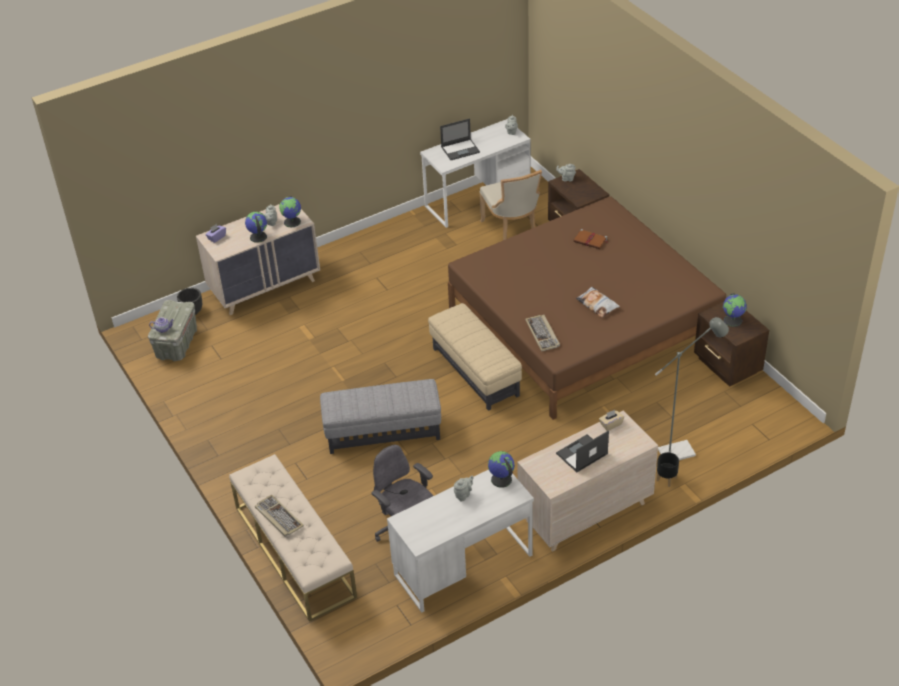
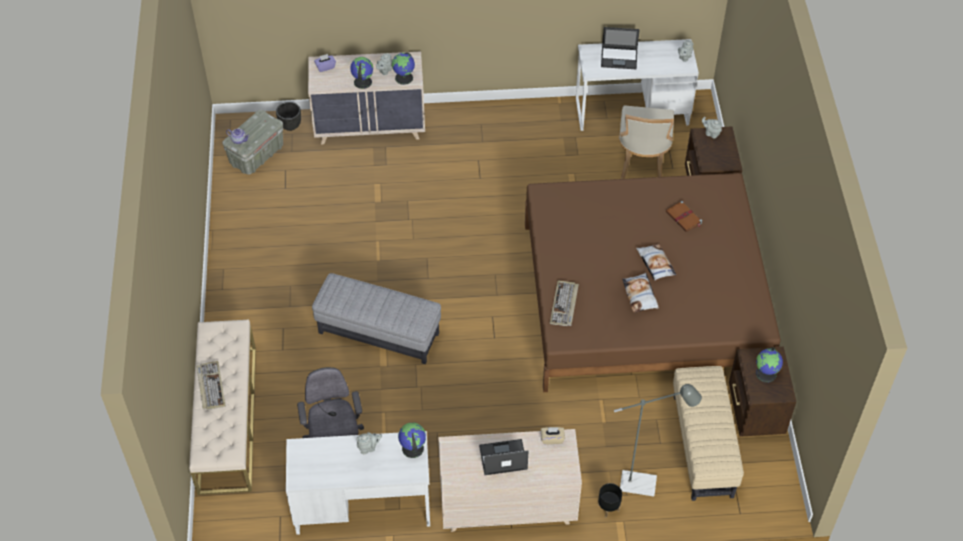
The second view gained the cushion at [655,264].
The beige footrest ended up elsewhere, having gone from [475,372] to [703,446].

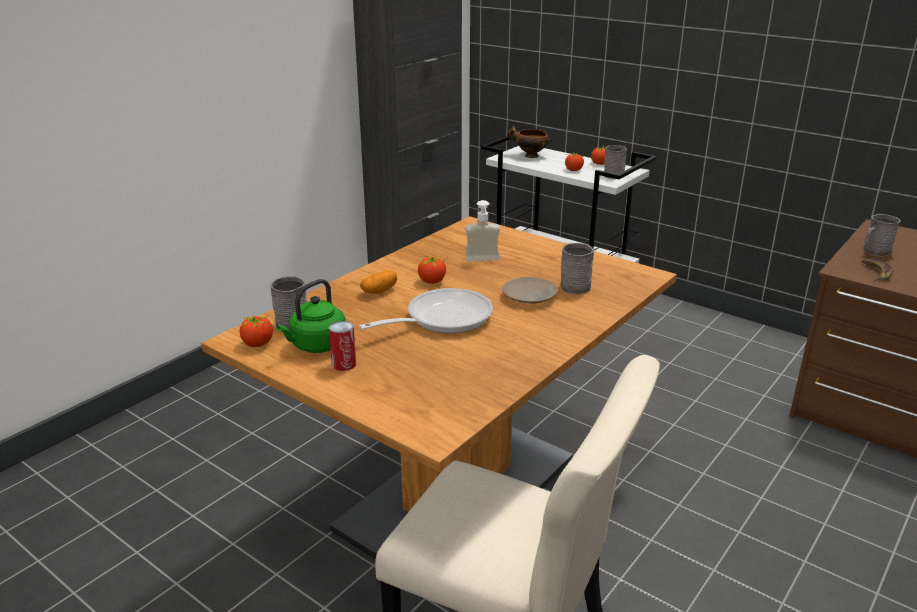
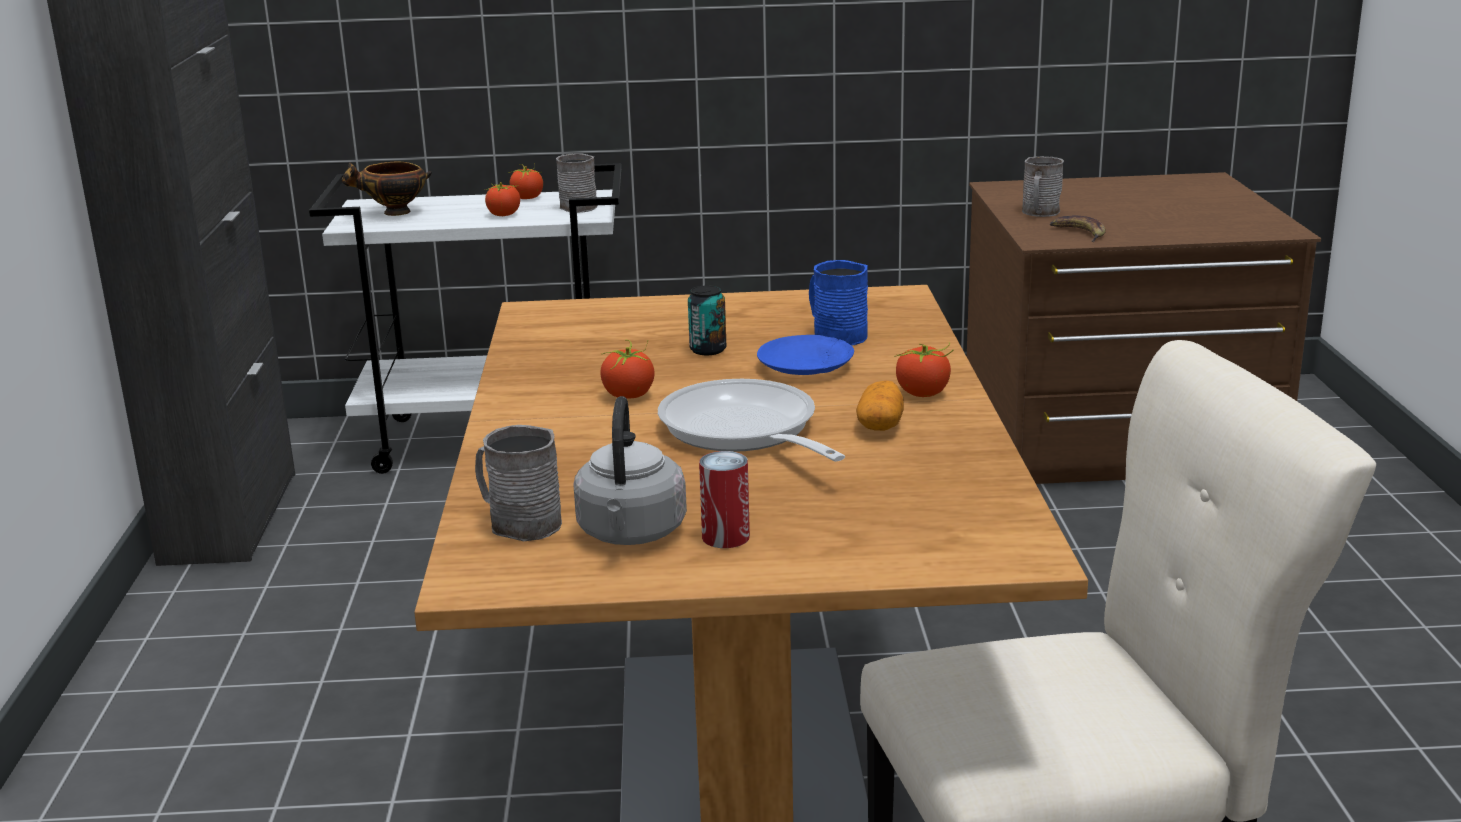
What was the green-coloured tea kettle at [316,346] turned into the grey tea kettle at [631,534].
The frying pan at [442,318] ended up facing another way, 45 degrees counterclockwise from before.
The second view gained the metal can at [708,350].
What was the beige plate at [530,297] turned into the blue-coloured plate at [807,366].
What was the grey tea mug at [574,285] turned into the blue-coloured tea mug at [835,335].
The potato ended up elsewhere, having gone from [379,291] to [880,425].
The fresh tomato ended up elsewhere, having gone from [258,343] to [923,393].
The second view lost the soap bottle at [483,261].

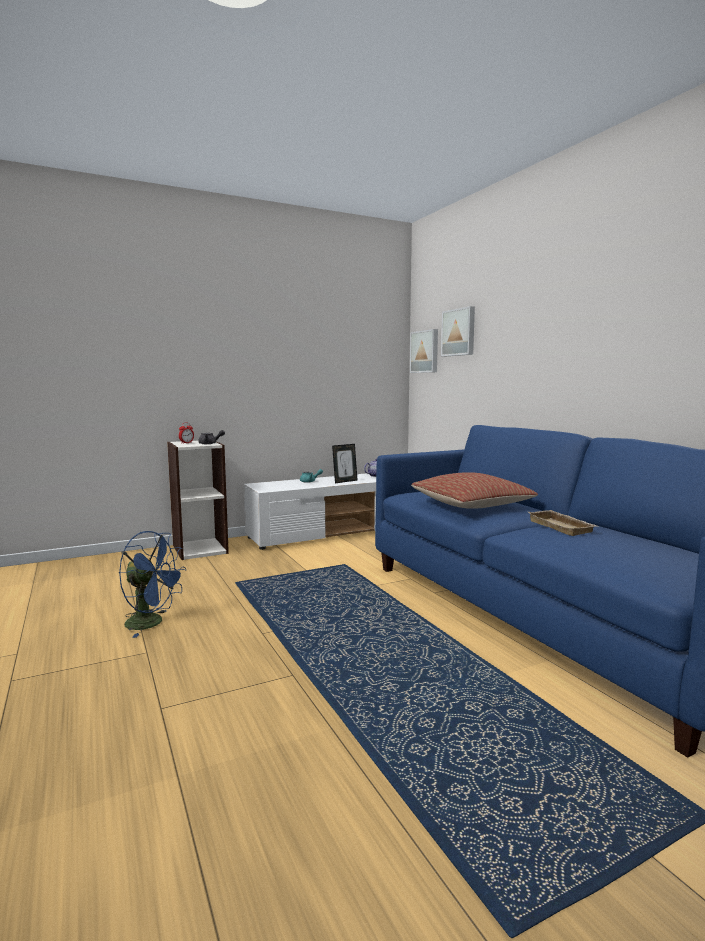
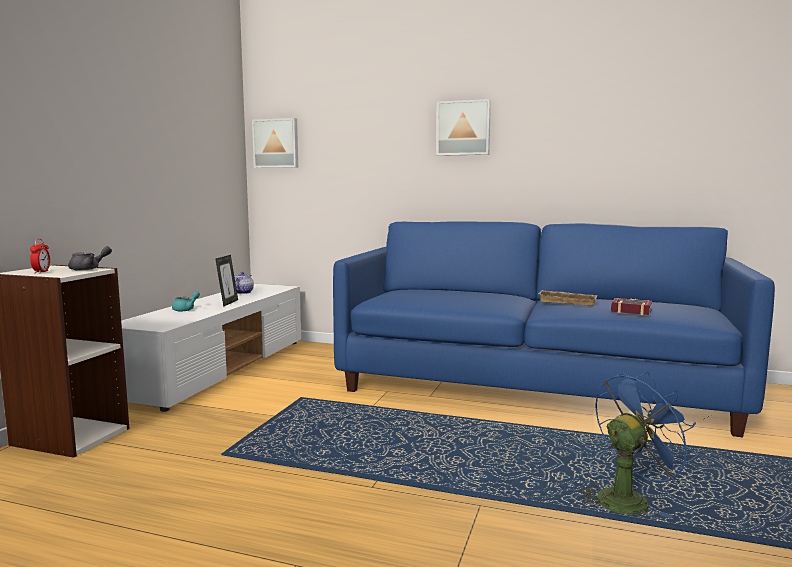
The picture ended up elsewhere, having gone from [459,332] to [463,128].
The blue-coloured cooling fan ended up elsewhere, having gone from [152,623] to [628,498].
The second view gained the book at [629,310].
The second view lost the cushion at [471,505].

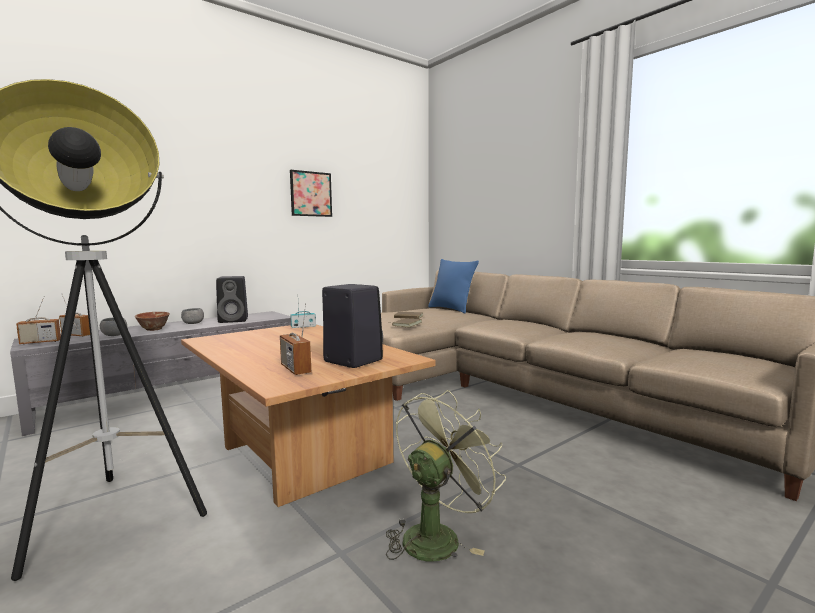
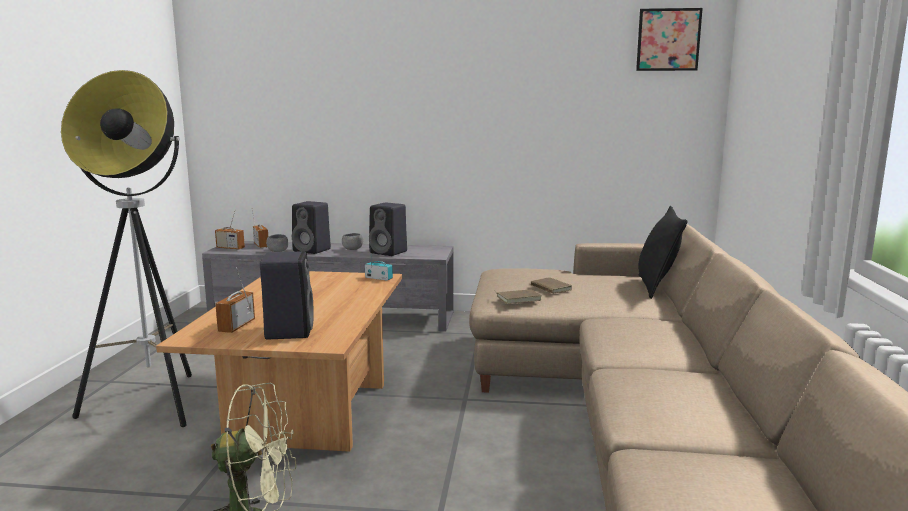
Where the serving bowl stood at [154,329], the black loudspeaker came to stand at [313,250].
The picture ended up elsewhere, having gone from [311,194] to [668,39].
What was the blue-coloured cushion at [451,309] turned into the black cushion at [656,287].

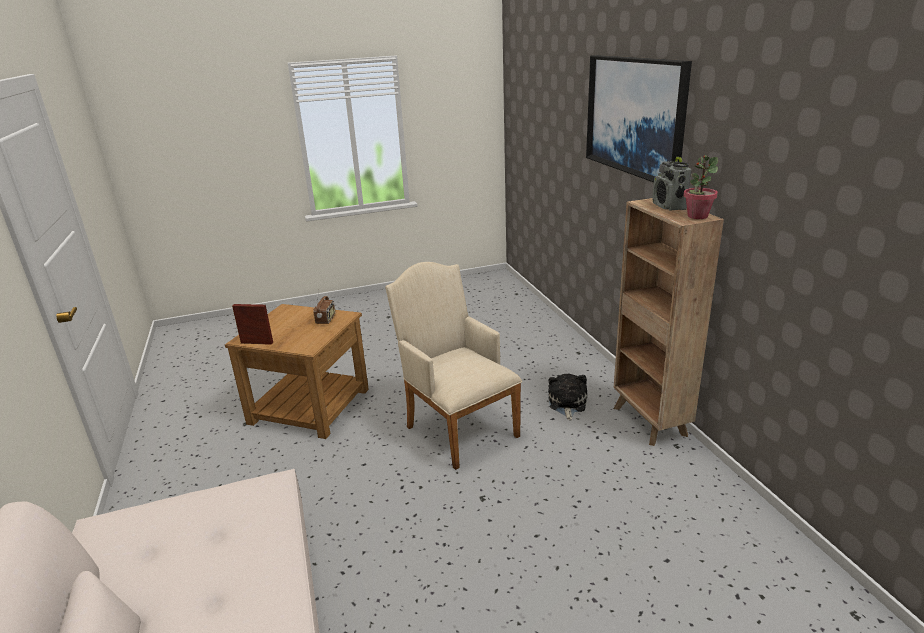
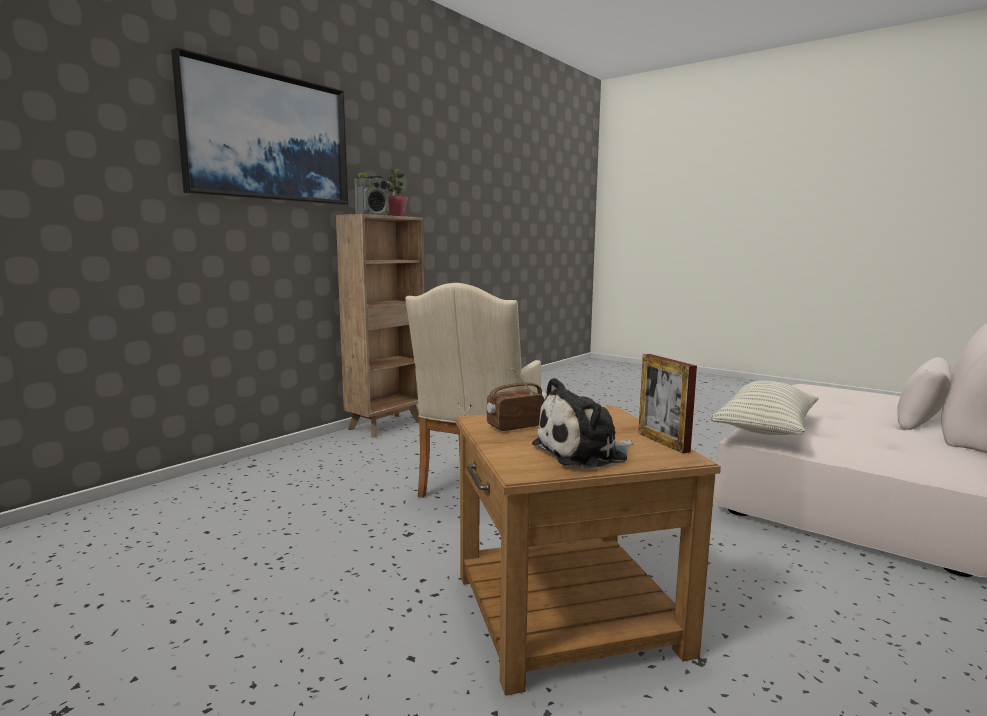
The plush toy ended up elsewhere, having gone from [567,404] to [584,453].
The second view gained the cushion at [765,428].

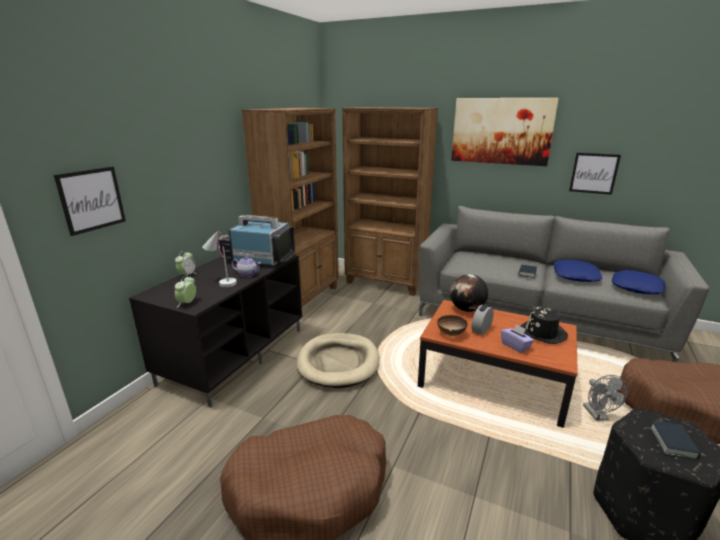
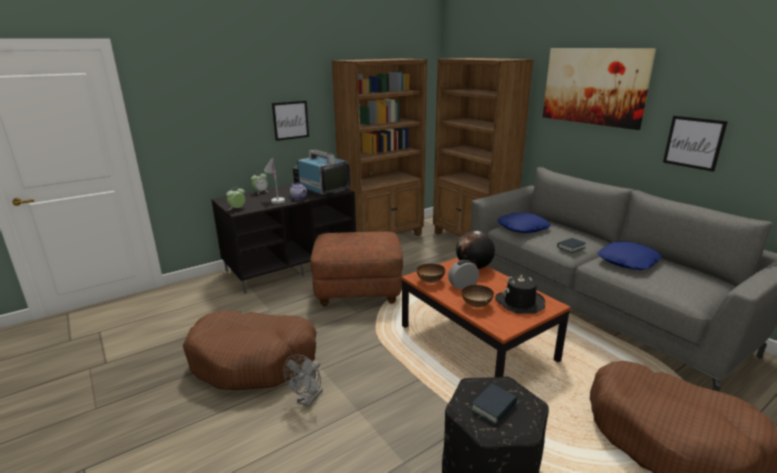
The picture ended up elsewhere, having gone from [92,200] to [290,120].
The grey cooling fan ended up elsewhere, having gone from [598,416] to [308,400].
Where the beige dog bed stood at [338,362], the brownish footrest came to stand at [358,291].
Where the purplish box of tissues stood at [515,346], the serving bowl came to stand at [476,305].
The blue-coloured cushion ended up elsewhere, having gone from [635,287] to [522,228].

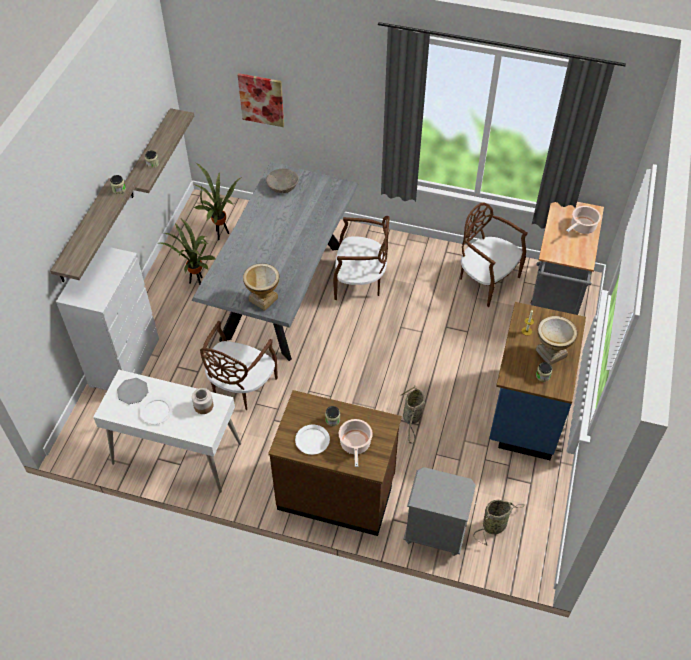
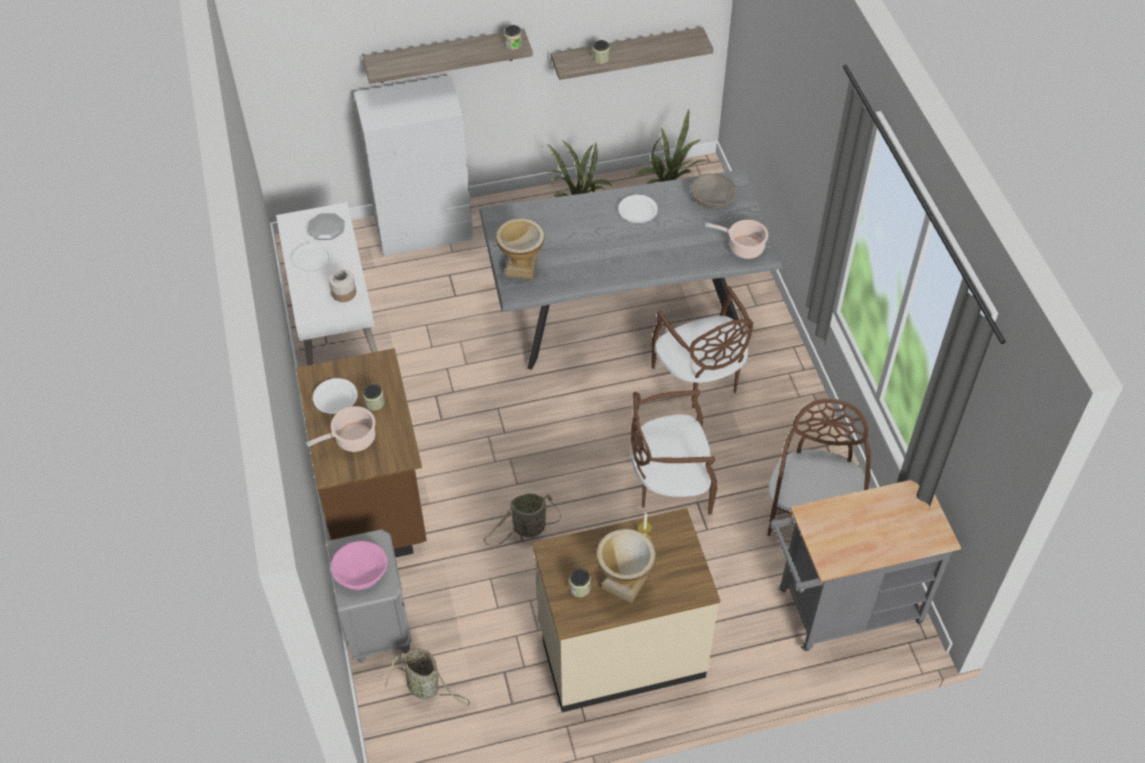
The second view gained the pink-coloured serving bowl at [360,572].
What was the blue-coloured counter at [524,411] turned into the beige counter at [620,650].
The second view gained the whitish plate at [637,210].
The brownish chair ended up elsewhere, having gone from [240,387] to [669,483].
The cooking pot ended up elsewhere, having gone from [582,227] to [743,247].
The second view lost the picture at [261,99].

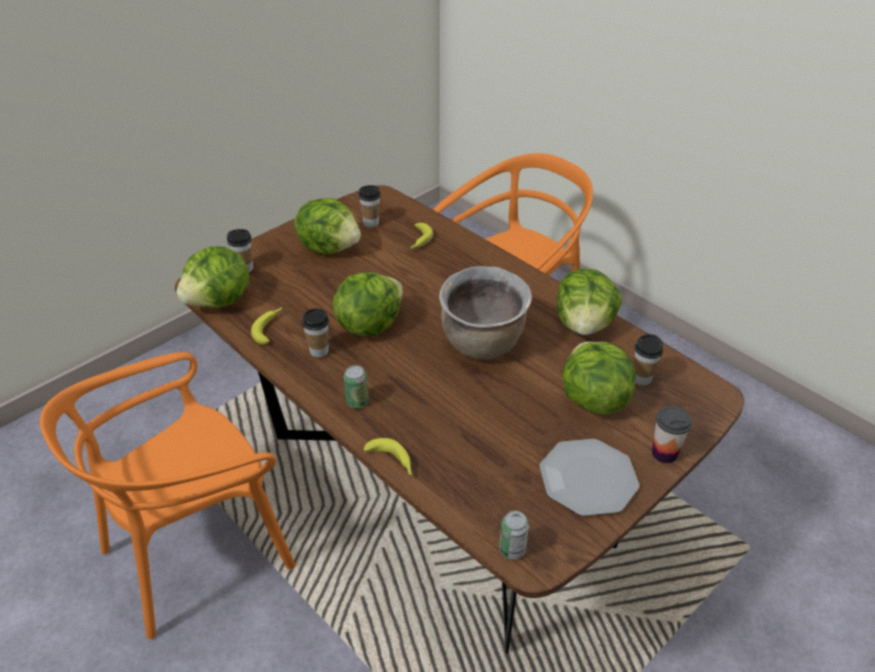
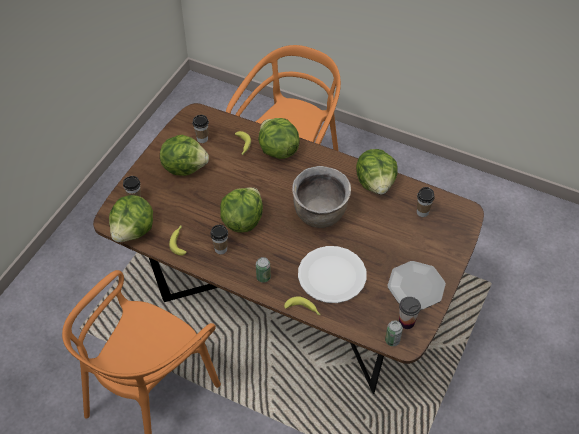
The lettuce ended up elsewhere, having gone from [592,399] to [277,150].
The second view gained the whitish plate at [331,275].
The drinking cup ended up elsewhere, having gone from [664,453] to [406,322].

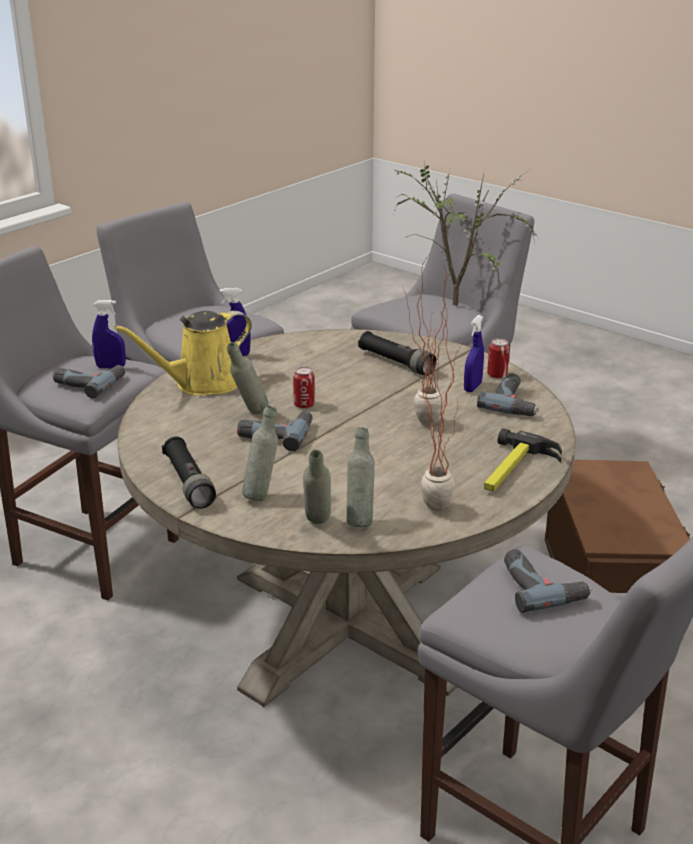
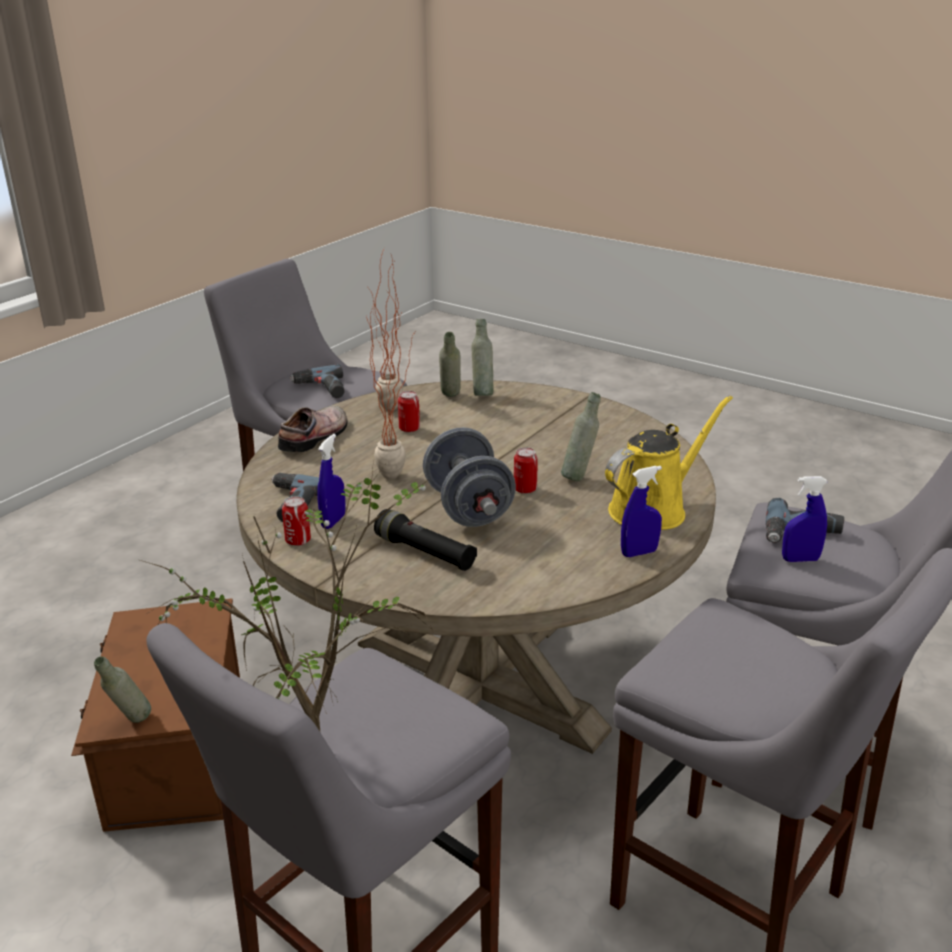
The grey beverage bottle ended up elsewhere, having gone from [262,494] to [131,724].
Where the tool hammer stood at [514,471], the low shoe came to stand at [316,437].
The second view gained the metal can at [409,429].
The second view gained the grey free weight at [468,508].
The second view lost the black torch at [189,483].
The second view lost the drill at [276,433].

